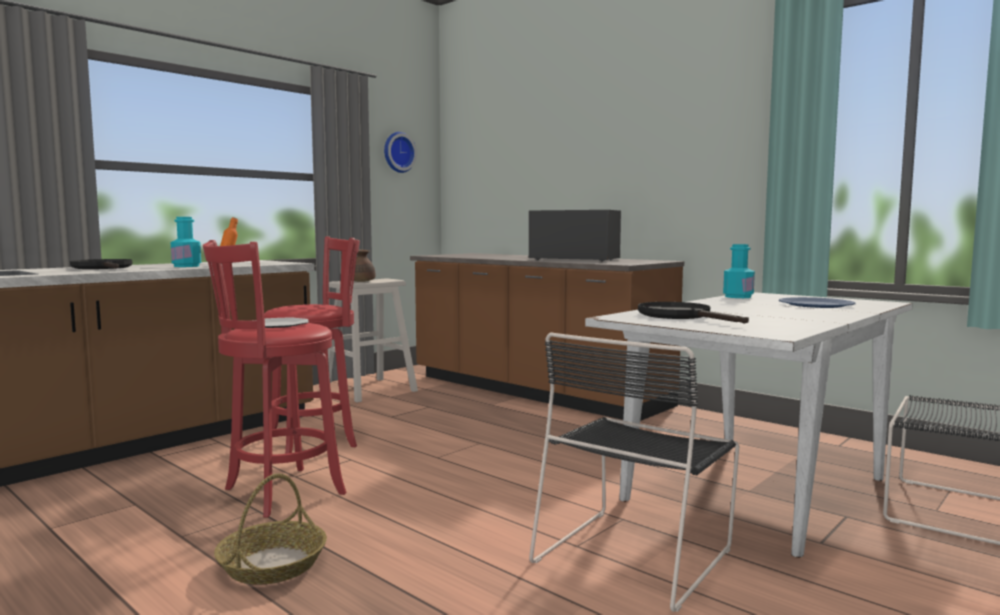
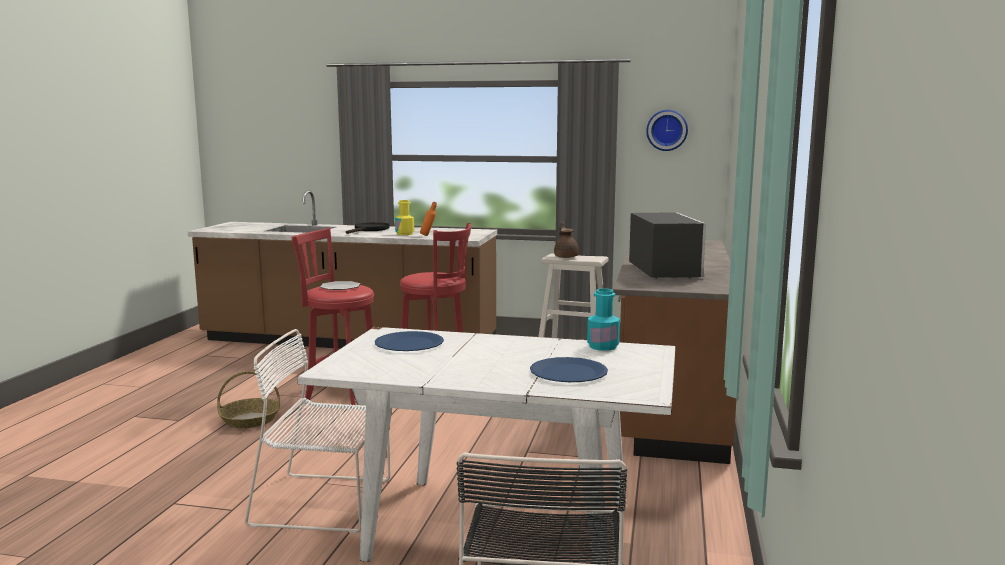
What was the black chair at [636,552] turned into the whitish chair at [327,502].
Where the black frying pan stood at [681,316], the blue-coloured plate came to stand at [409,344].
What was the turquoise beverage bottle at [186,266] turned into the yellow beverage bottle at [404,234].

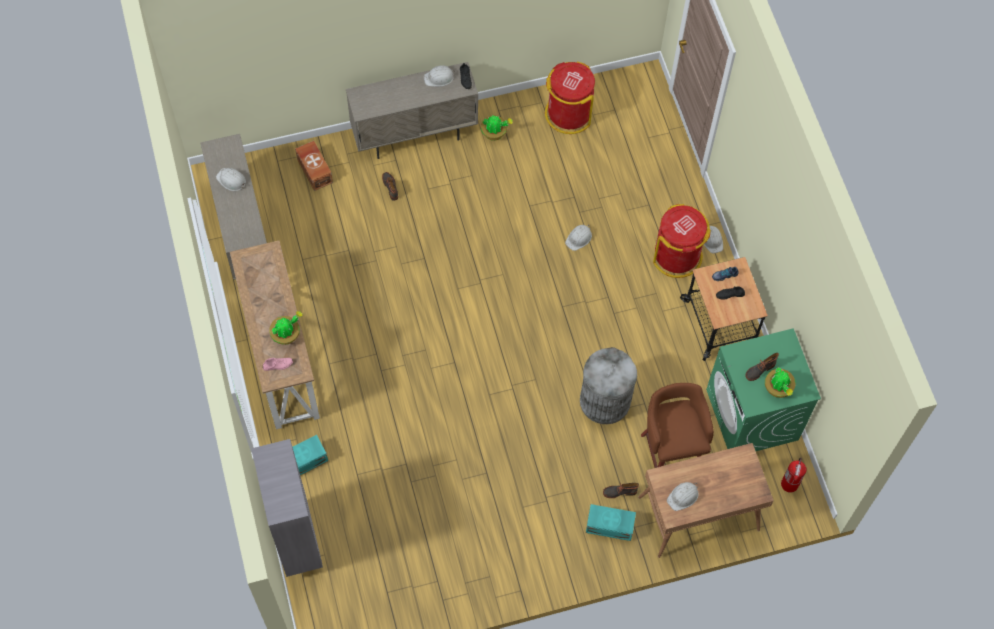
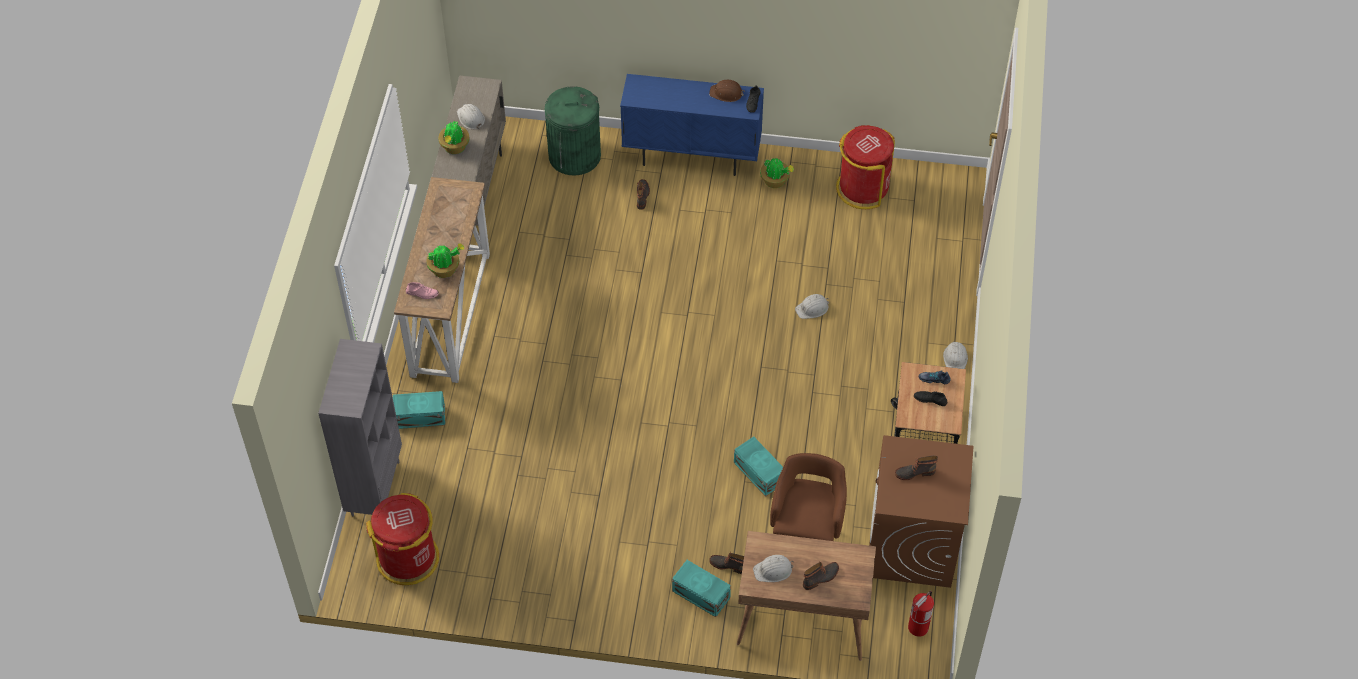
The reddish waste bin ended up elsewhere, having gone from [677,255] to [408,558].
The plant in a pot ended up elsewhere, having gone from [778,389] to [454,147].
Where the brownish storage bin stood at [315,170], the green-coloured waste bin came to stand at [575,155].
What was the beige storage cabinet at [414,135] turned into the blue-coloured storage cabinet at [692,156].
What was the whitish hard hat at [439,78] turned into the brownish hard hat at [726,93].
Where the grey waste bin stood at [605,400], the turquoise storage bin came to stand at [759,472].
The second view gained the high-top boot at [821,578].
What was the green-coloured laundry appliance at [752,415] turned into the brownish laundry appliance at [912,544].

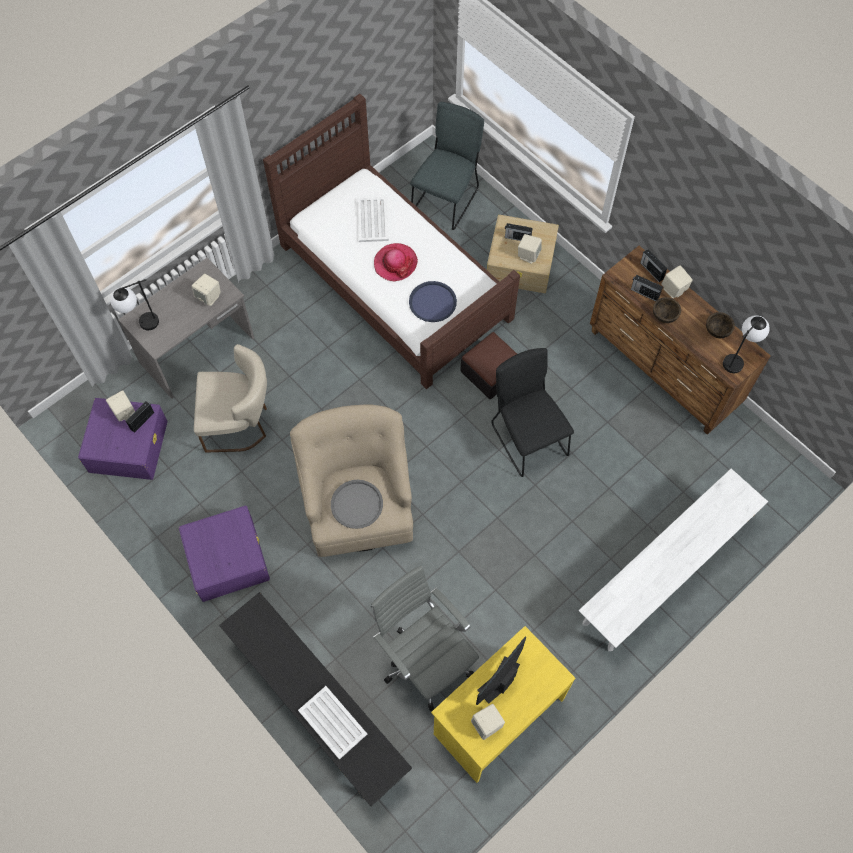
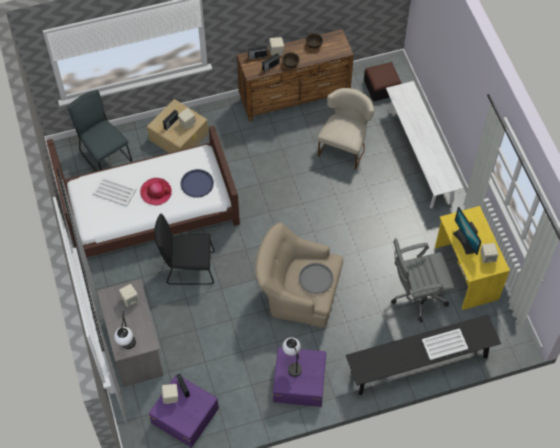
The black chair ended up elsewhere, having gone from [527,437] to [188,268].
The lamp for a table ended up elsewhere, having gone from [737,359] to [292,365].
The beige chair ended up elsewhere, having gone from [240,423] to [344,146].
The footrest ended up elsewhere, having gone from [490,372] to [381,87].

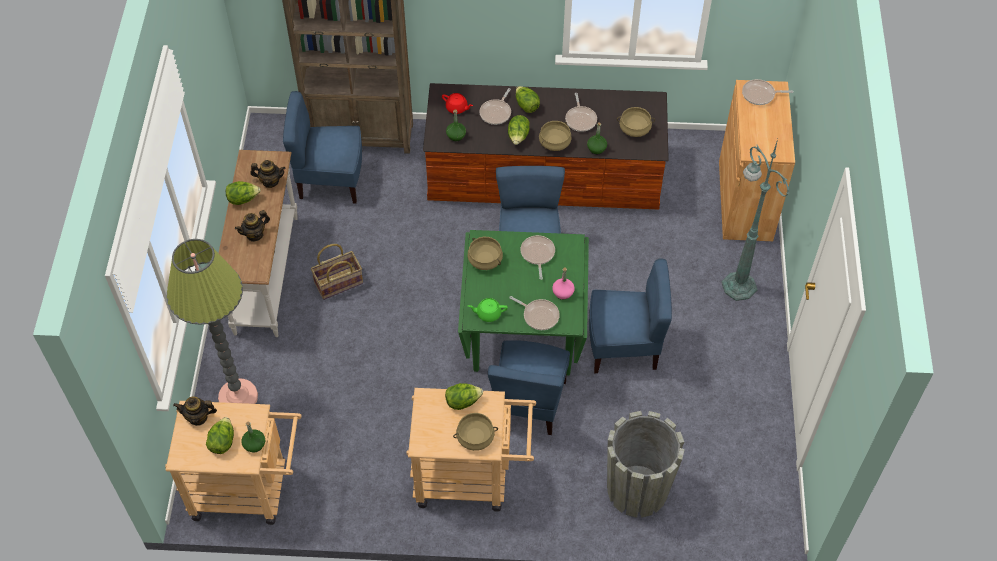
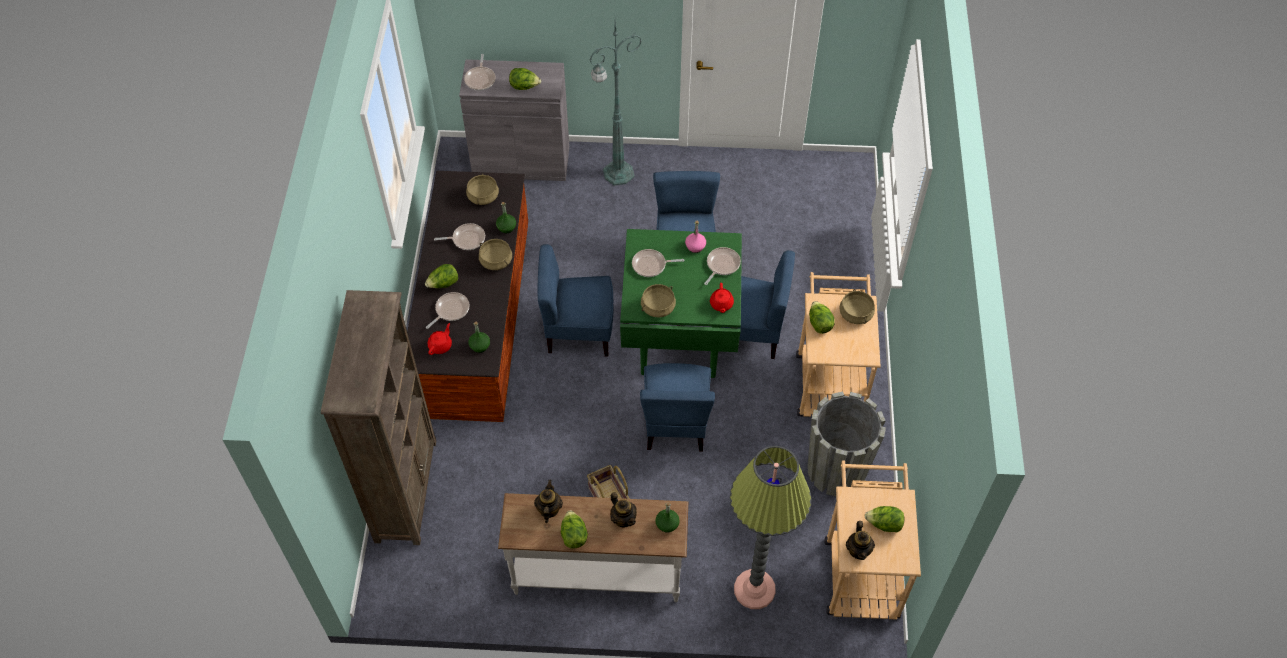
The frying pan at [496,112] ended up facing another way, 75 degrees counterclockwise from before.
What was the brownish storage cabinet at [745,200] turned into the grey storage cabinet at [521,161].
The lettuce ended up elsewhere, having gone from [518,137] to [524,86].
The blue-coloured chair ended up elsewhere, having gone from [330,180] to [675,424].
The green-coloured beverage bottle ended up elsewhere, having gone from [254,444] to [667,524].
What was the green-coloured tea pot at [488,313] turned into the reddish tea pot at [721,304].
The grey planter ended up elsewhere, having gone from [637,489] to [836,470].

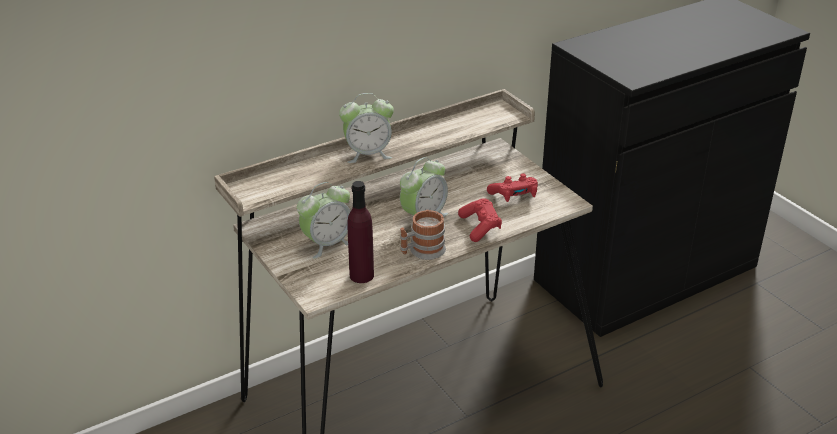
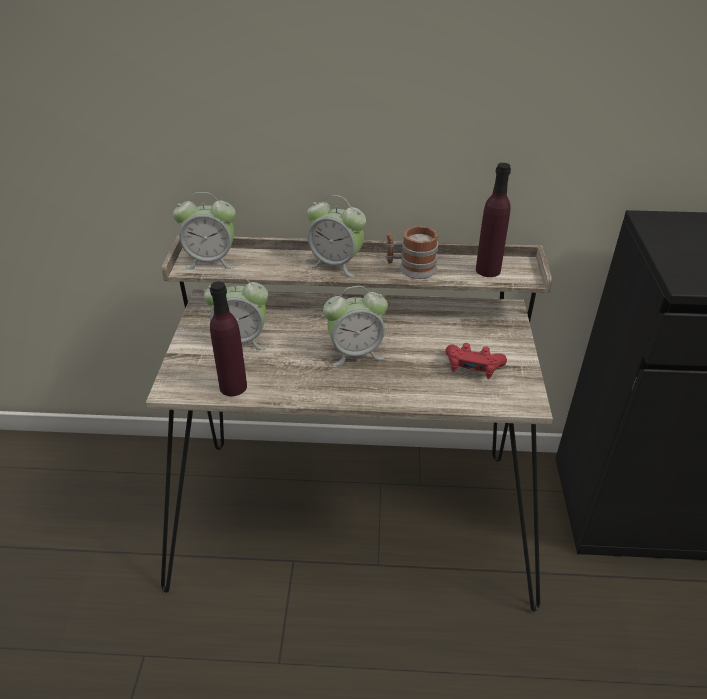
The second view gained the table clock at [211,261].
The tea mug ended up elsewhere, having gone from [422,251] to [411,268].
The second view gained the purplish beverage bottle at [488,270].
The second view lost the reddish joypad at [480,227].

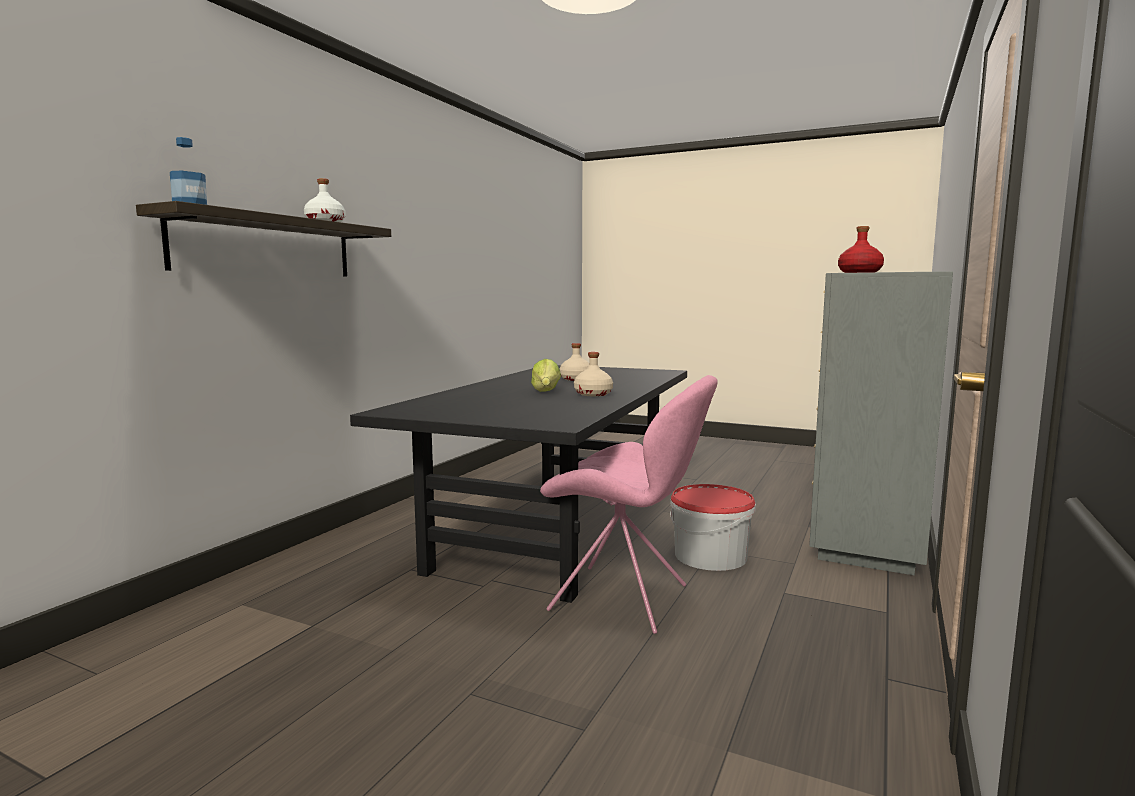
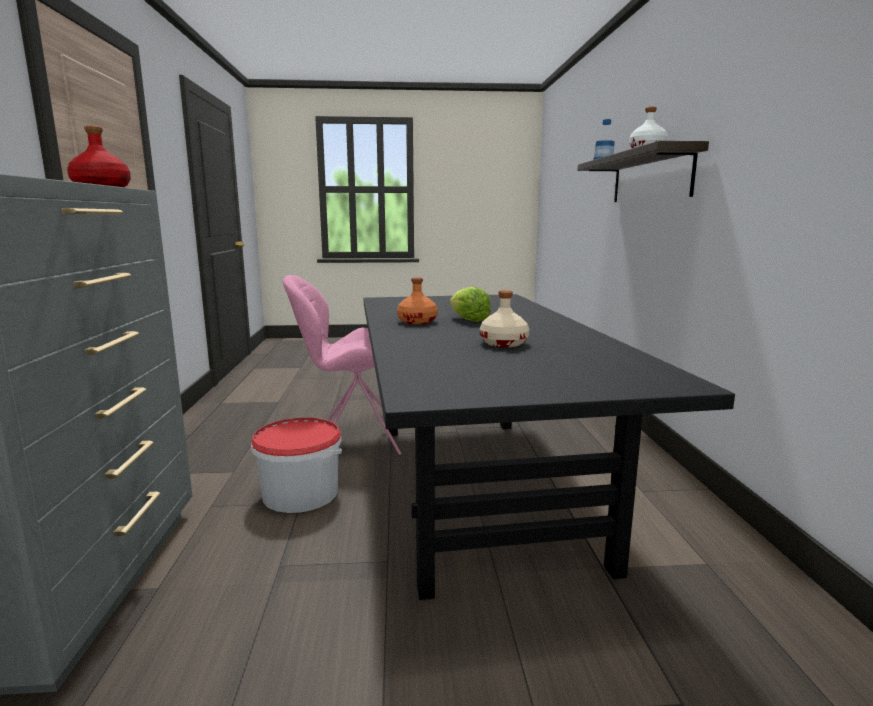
What was the beige beverage bottle at [593,394] turned into the orange-coloured beverage bottle at [417,321].

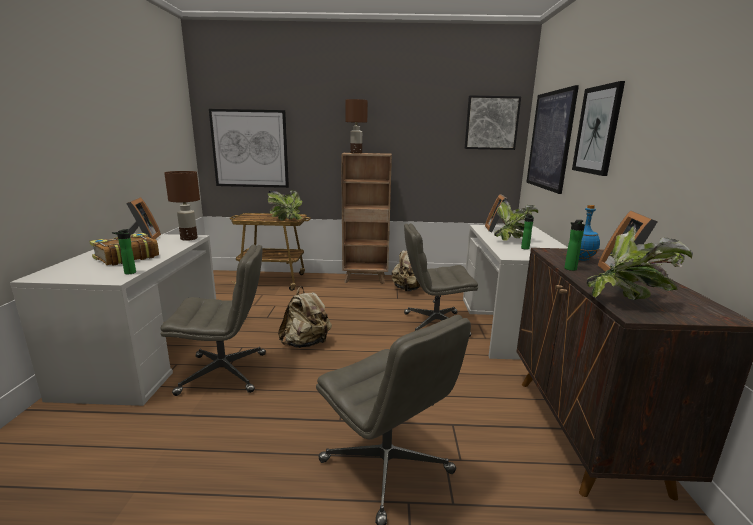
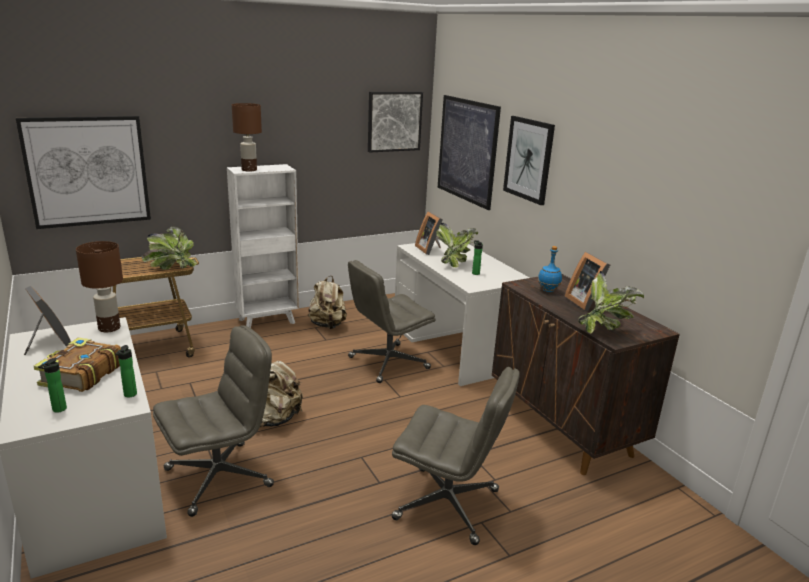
The beverage bottle ended up elsewhere, having gone from [569,269] to [57,410].
What was the brownish bookcase at [366,279] turned into the whitish bookcase at [268,321].

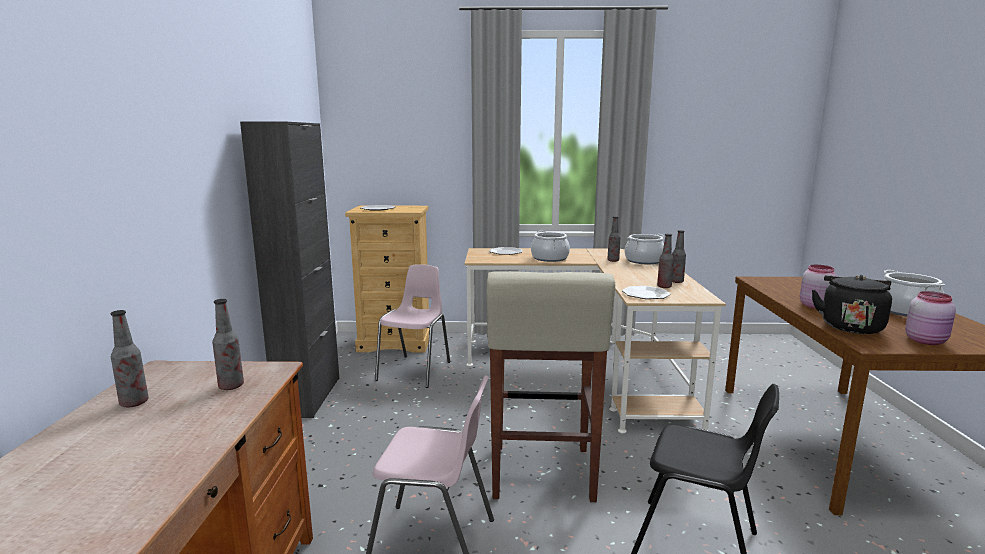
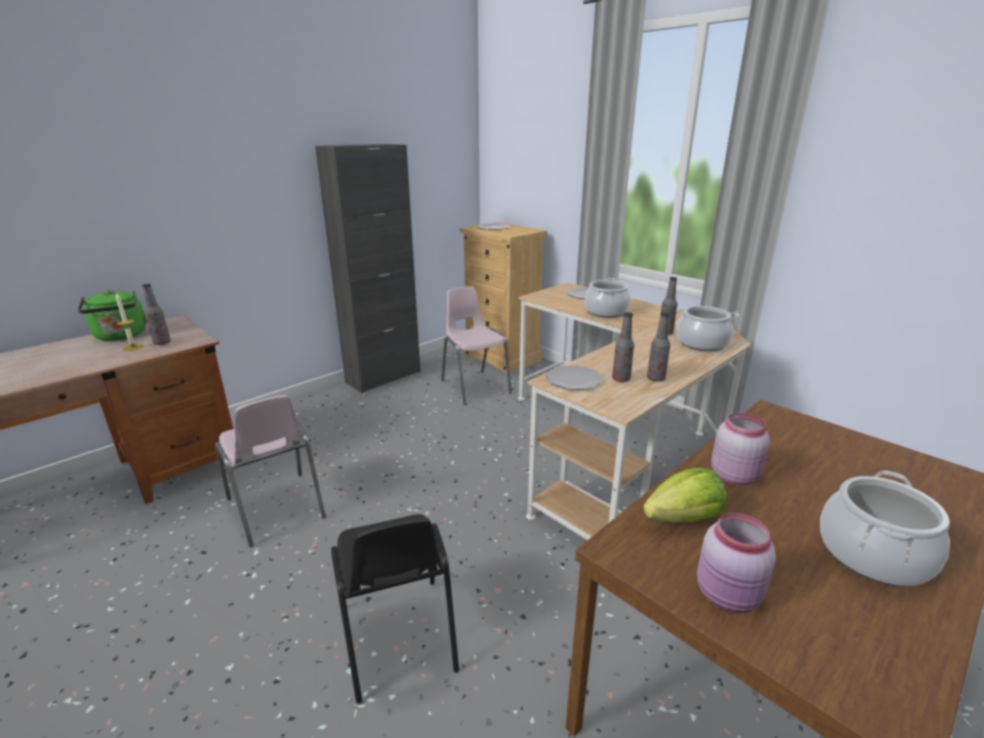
Where the beverage bottle stood at [134,403], the green-coloured tea kettle came to stand at [122,336].
The second view gained the candle at [133,347].
The pink-coloured chair at [415,371] ended up facing another way, 90 degrees counterclockwise from before.
Where the black tea kettle stood at [850,326], the lettuce came to stand at [684,519].
The second view lost the beige stool seat at [542,474].

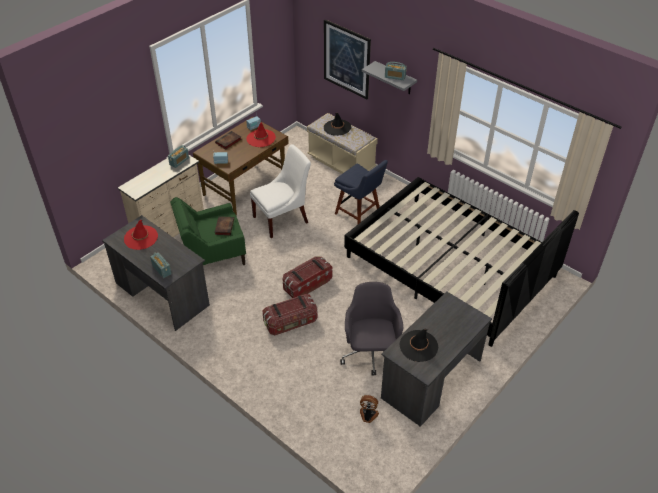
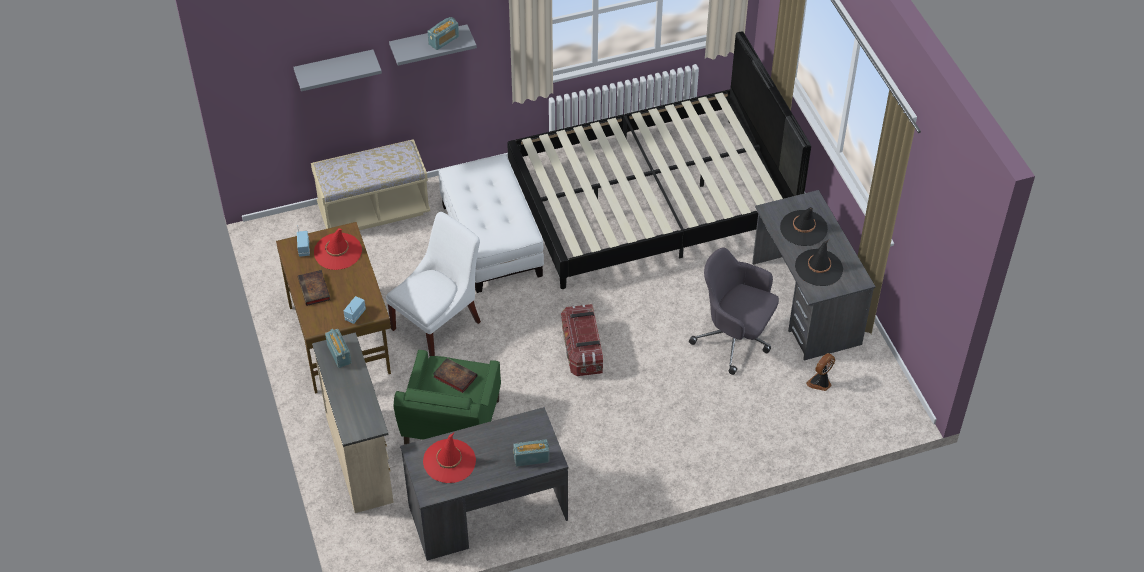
Where the picture hung at [346,59], the grey bracket shelf came to hang at [335,69].
The whitish chair at [283,219] ended up facing another way, 45 degrees clockwise from before.
Where the blue-coloured chair stood at [359,213], the whitish footrest came to stand at [492,240].
The black hat ended up elsewhere, having gone from [337,127] to [803,228].
The second view lost the storage bin at [291,322].

